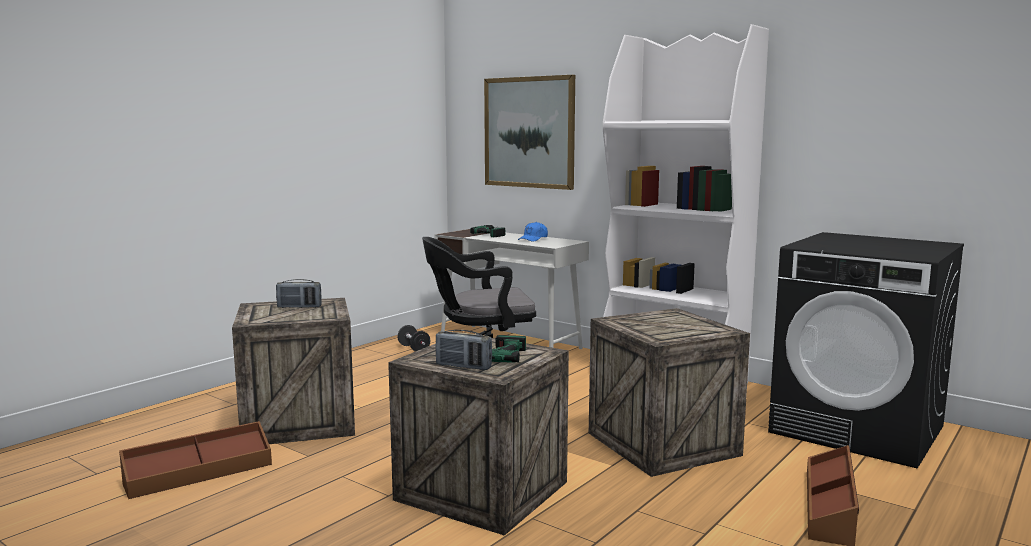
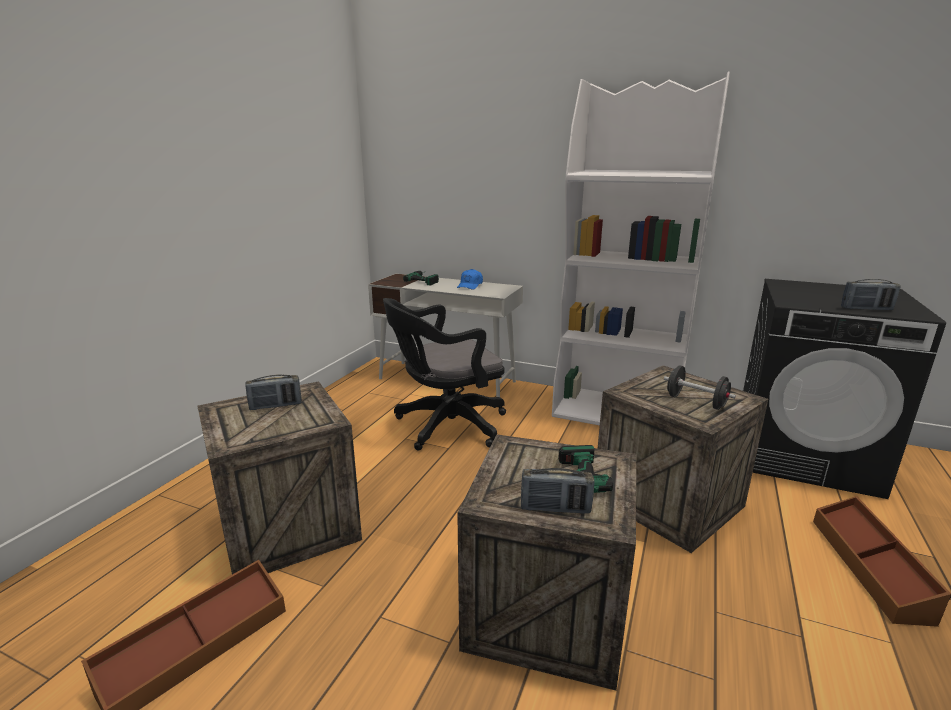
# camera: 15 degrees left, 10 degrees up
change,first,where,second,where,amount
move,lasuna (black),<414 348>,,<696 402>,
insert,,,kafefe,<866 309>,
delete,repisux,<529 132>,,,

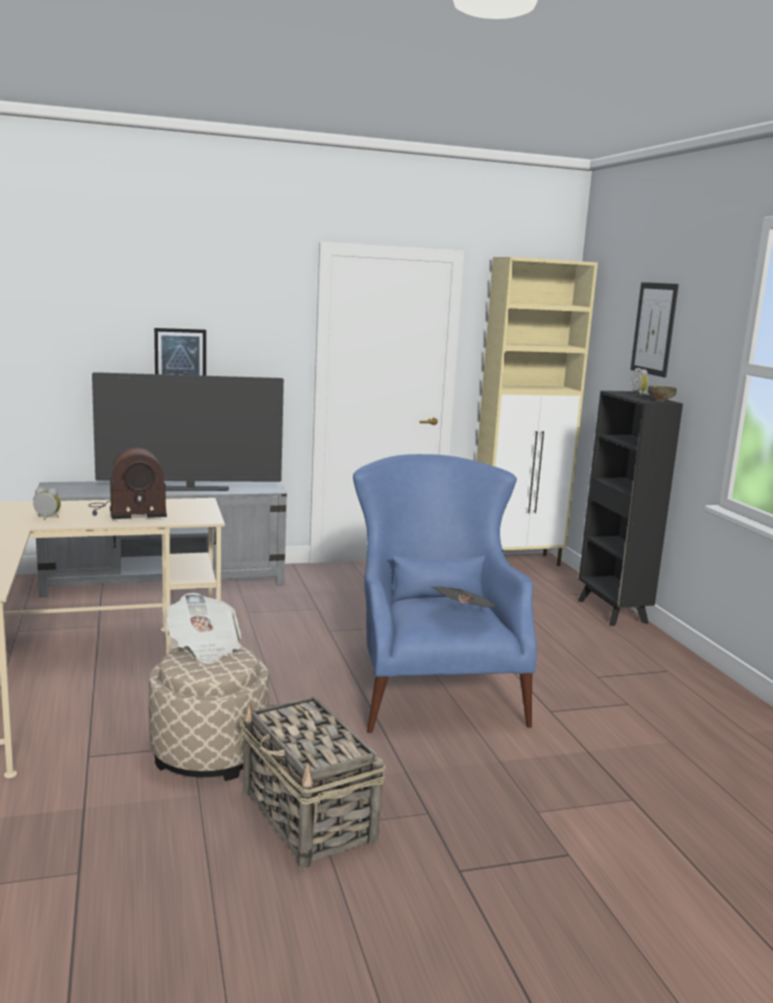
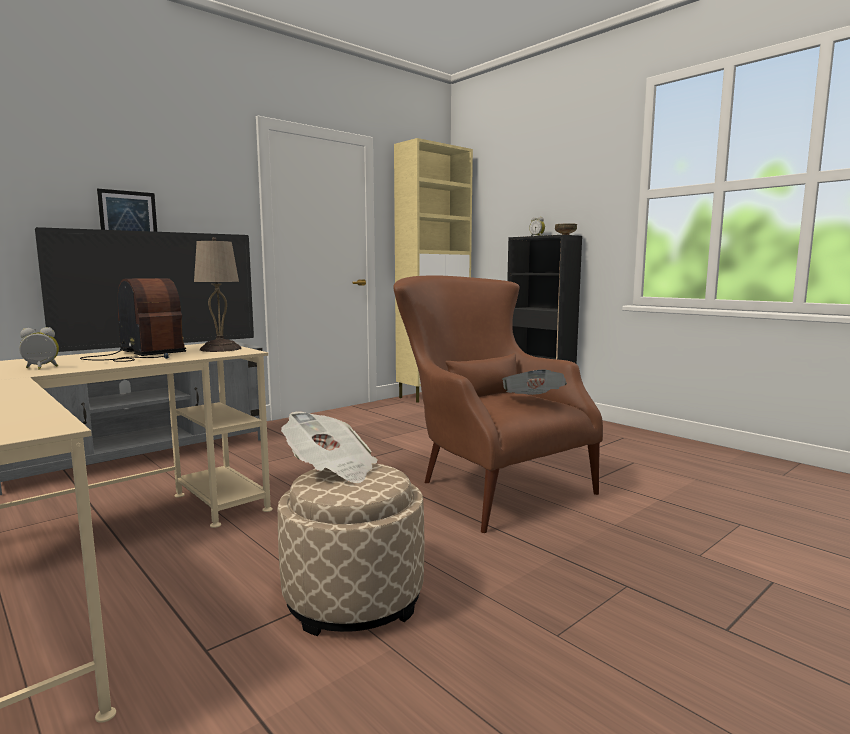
# camera: 25 degrees left, 5 degrees down
change,first,where,second,where,amount
rotate,kafefe,<127 511>,,<140 355>,90 degrees counterclockwise
insert,,,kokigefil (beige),<220 349>,
recolor,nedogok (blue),<431 686>,nedogok (brown),<485 483>,
delete,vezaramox,<308 818>,,,
delete,repisux,<654 329>,,,

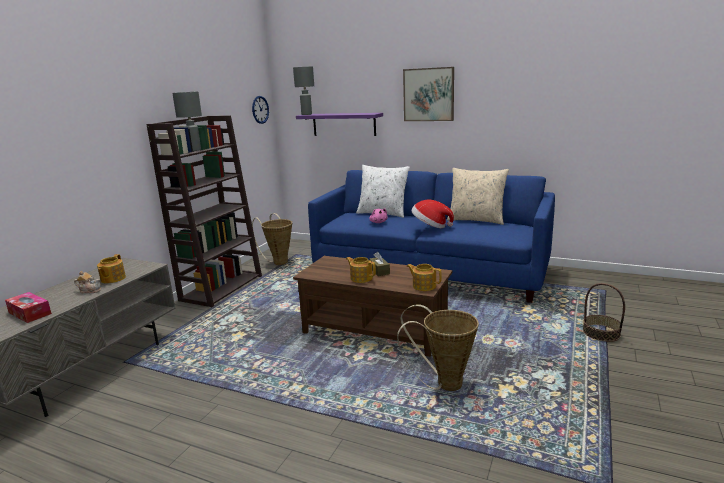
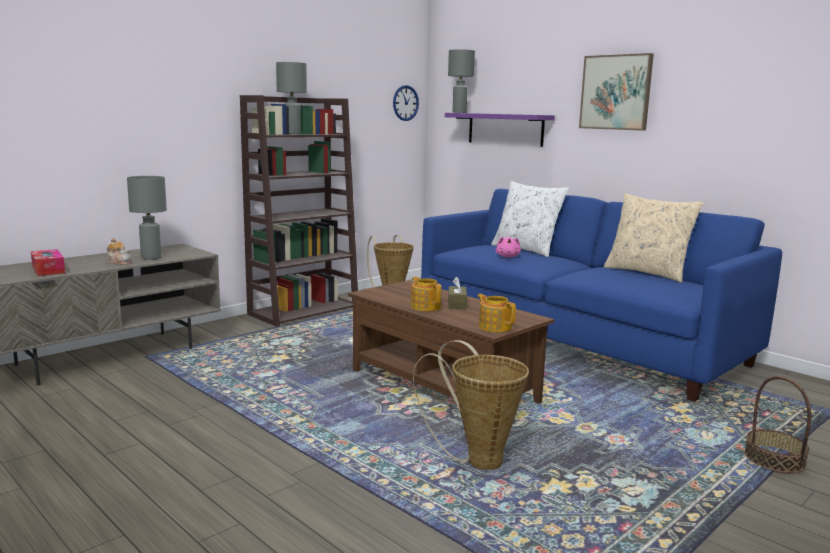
# camera: 20 degrees right, 5 degrees down
change,first,where,second,where,amount
replace,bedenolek,<112 279>,kokigefil (grey),<151 257>,
delete,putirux,<430 226>,,,

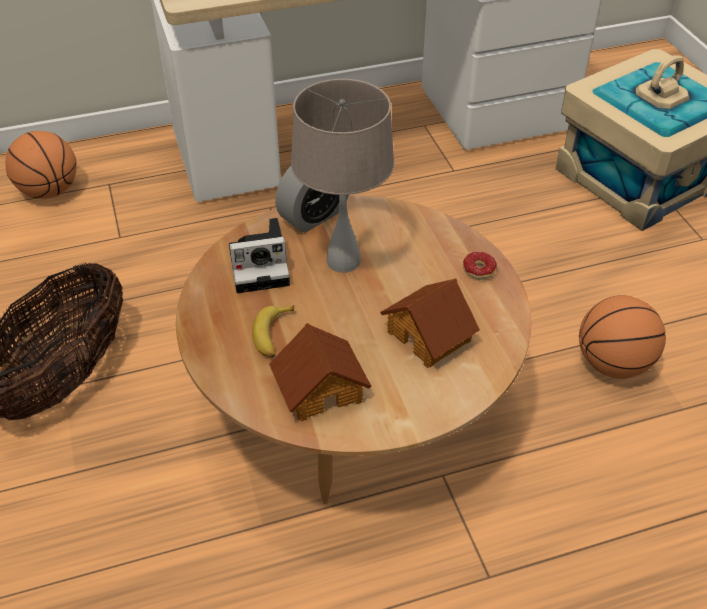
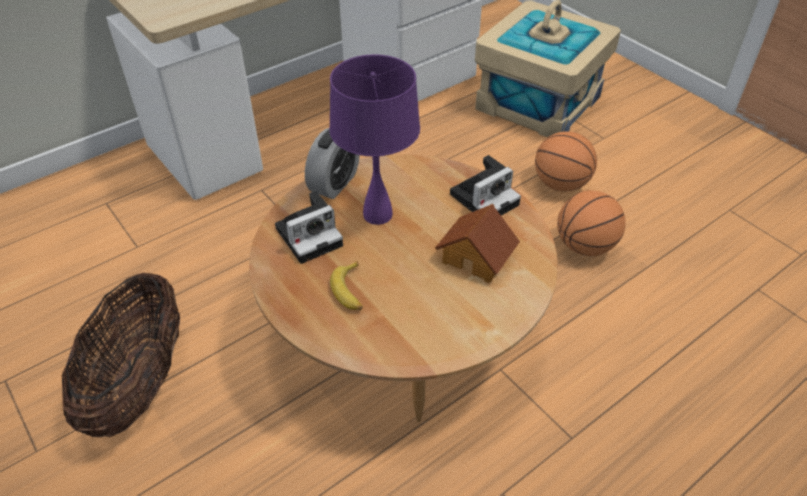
# camera: 20 degrees left, 0 degrees up
change,first,where,second,where,amount
recolor,kokigefil (beige),<343 260>,kokigefil (purple),<377 214>,
replace,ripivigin,<473 272>,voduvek,<485 198>,
move,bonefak,<49 191>,,<560 184>,
delete,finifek,<320 388>,,,

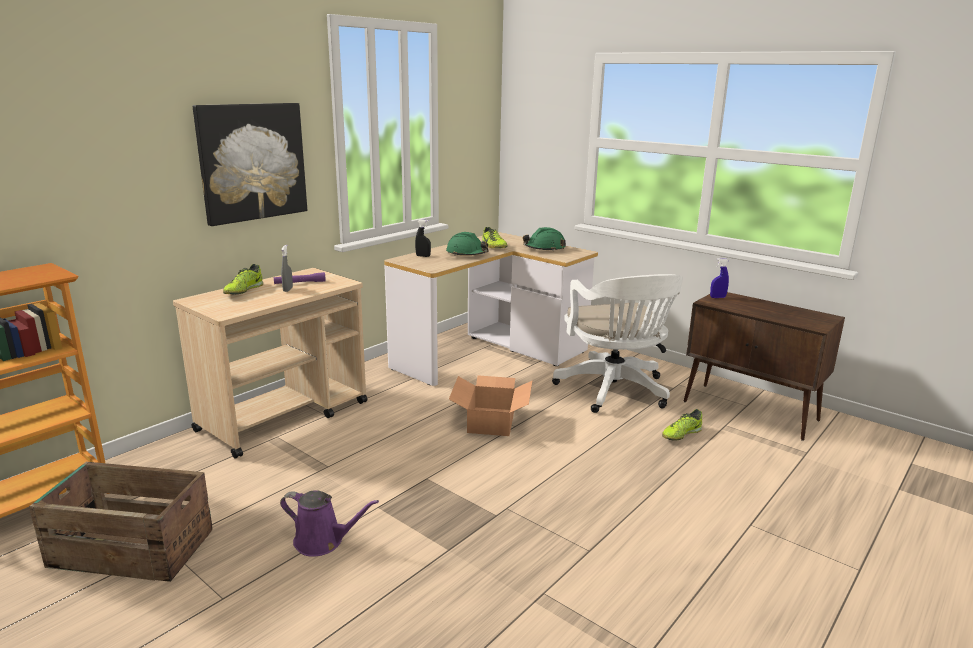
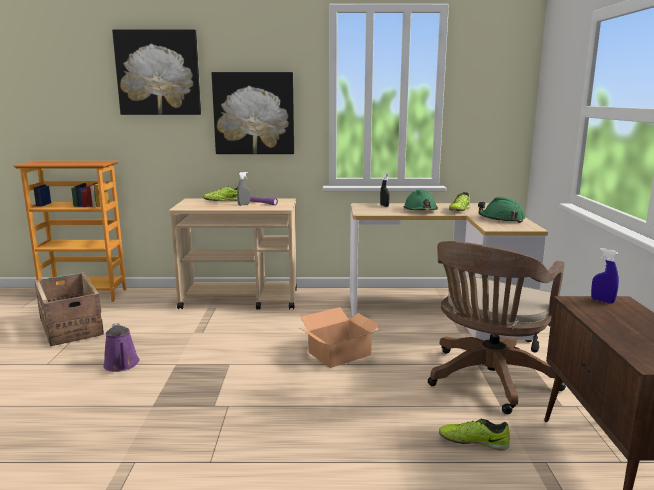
# camera: 50 degrees right, 5 degrees down
change,first,where,second,where,amount
insert,,,repisux,<158 73>,
recolor,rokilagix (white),<615 392>,rokilagix (brown),<488 381>,

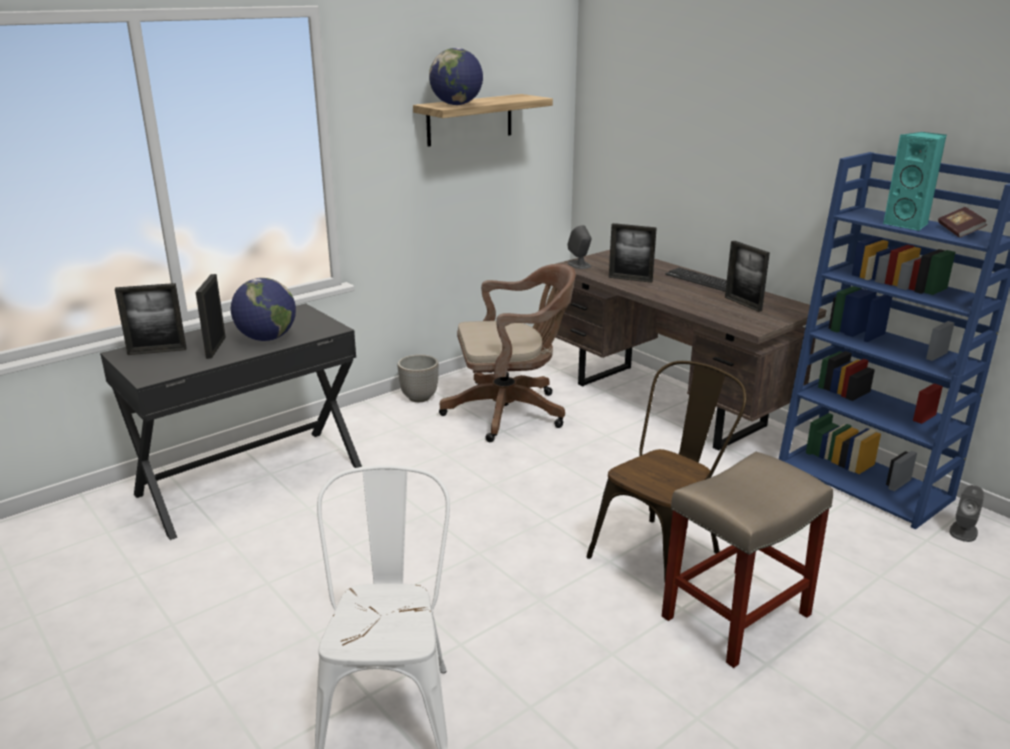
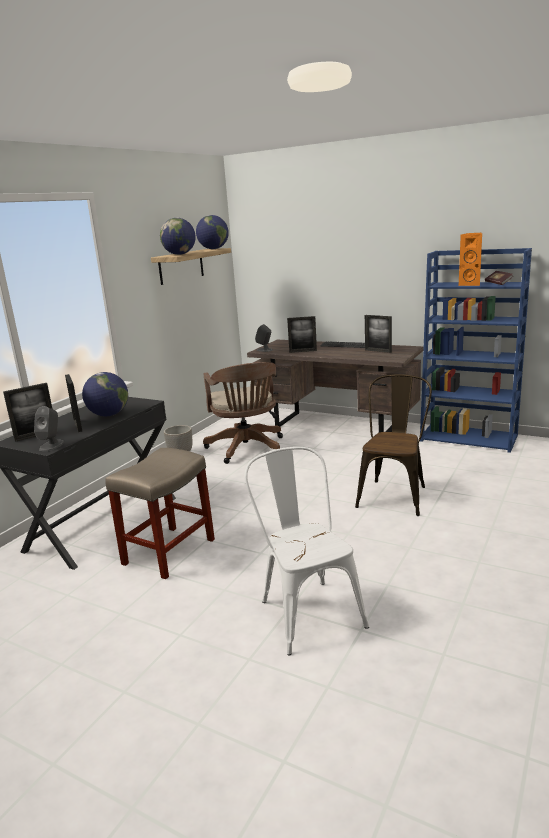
# camera: 20 degrees left, 5 degrees down
change,first,where,second,where,amount
move,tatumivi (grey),<963 531>,,<52 445>,
move,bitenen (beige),<735 617>,,<168 552>,
insert,,,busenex,<213 249>,
rotate,rokilagix (brown),<511 412>,,<247 449>,105 degrees clockwise
recolor,tatumivi (turquoise),<908 224>,tatumivi (orange),<470 284>,

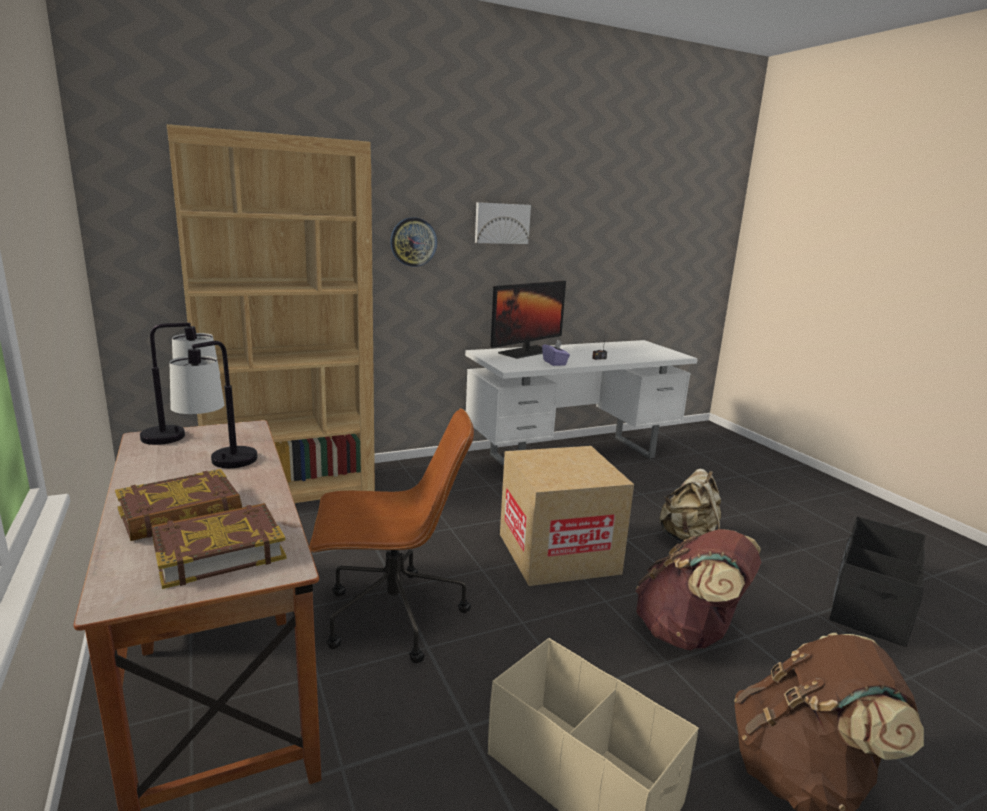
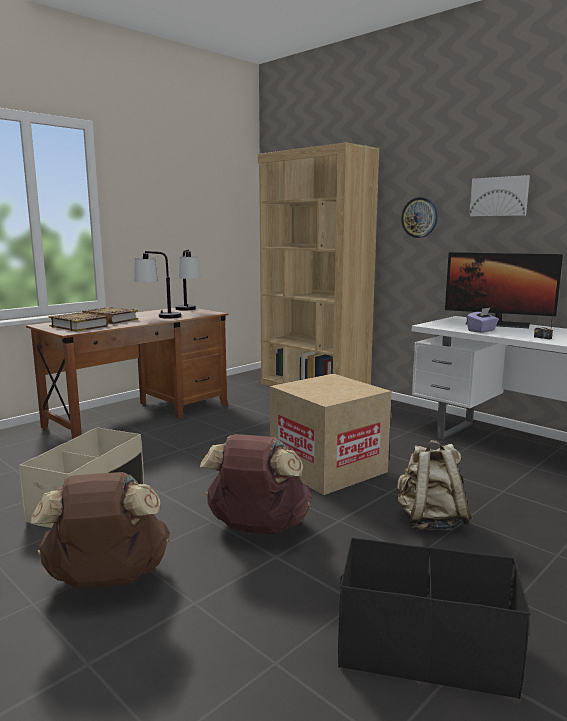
# camera: 70 degrees right, 5 degrees down
change,first,where,second,where,amount
delete,rokilagix (brown),<391 617>,,,

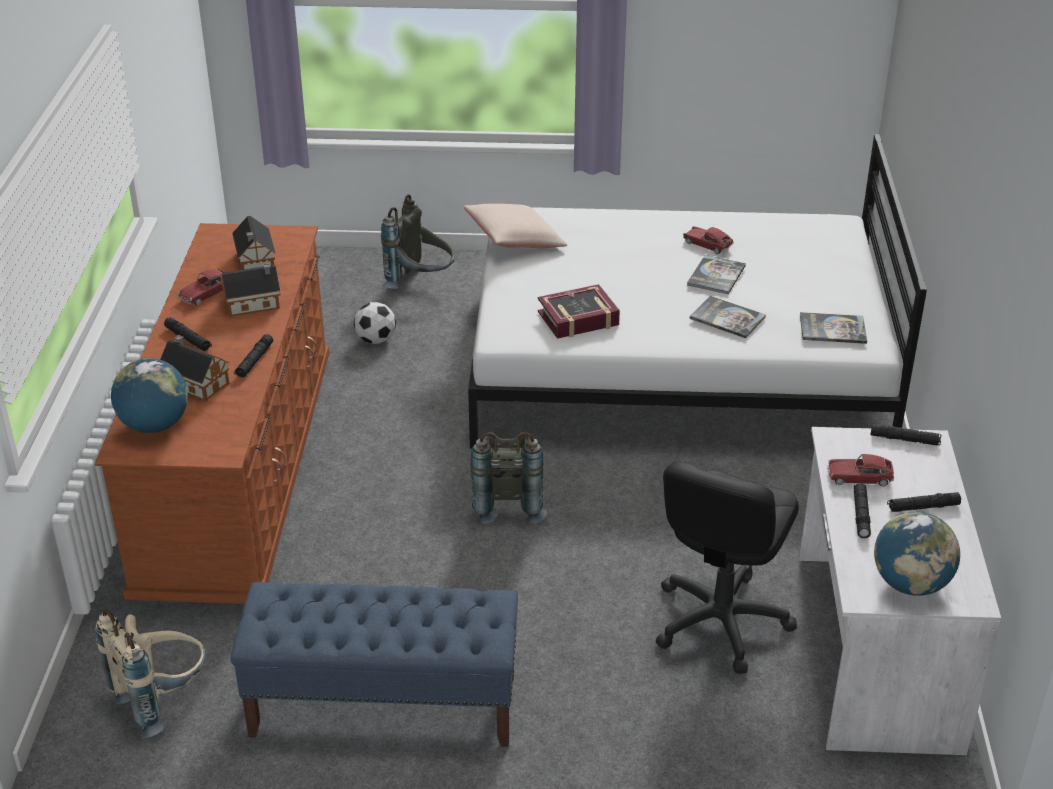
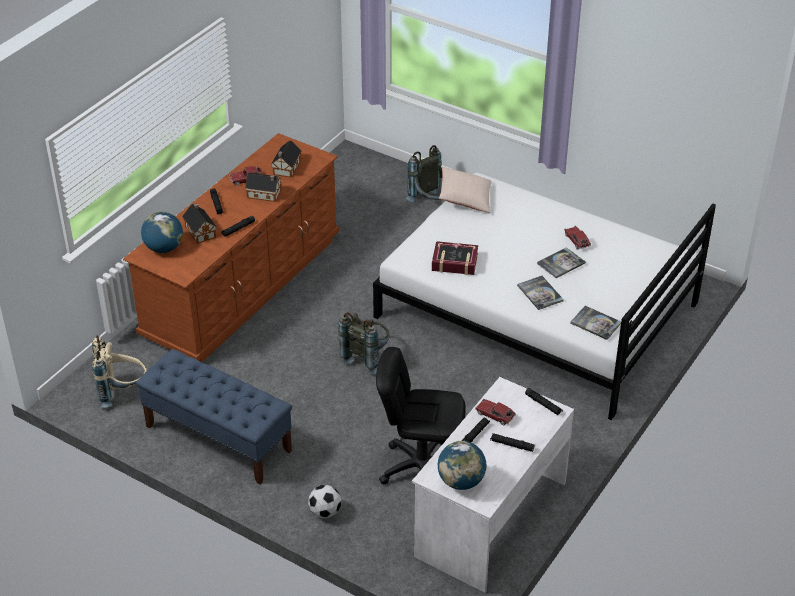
# camera: 30 degrees right, 5 degrees up
change,first,where,second,where,amount
move,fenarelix,<376 340>,,<325 512>,
rotate,rokilagix (black),<720 621>,,<421 468>,45 degrees clockwise

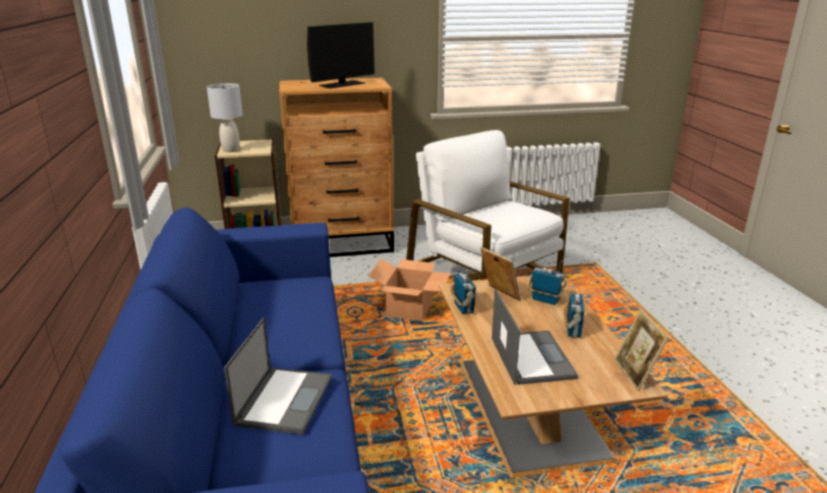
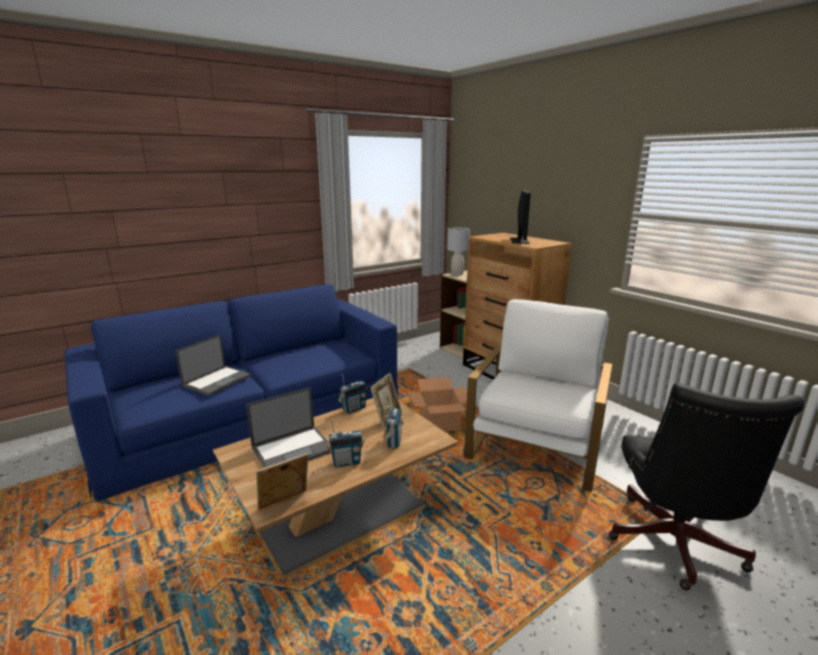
# camera: 65 degrees right, 5 degrees down
change,first,where,second,where,amount
rotate,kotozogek,<284 399>,,<217 380>,45 degrees counterclockwise
rotate,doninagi,<342 84>,,<519 240>,105 degrees counterclockwise
insert,,,rokilagix (black),<673 547>,

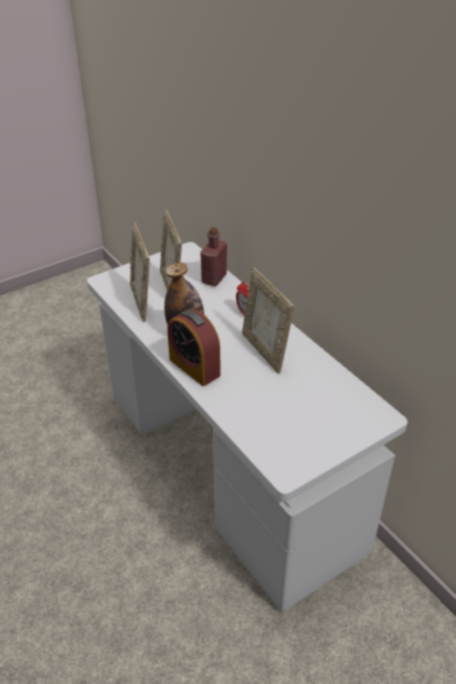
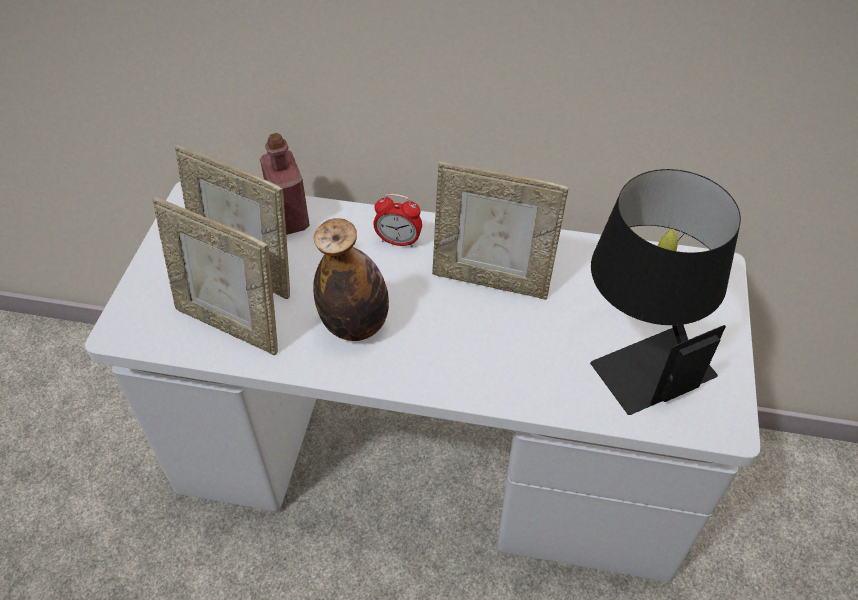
# camera: 45 degrees left, 10 degrees up
change,first,where,second,where,amount
insert,,,kokigefil (black),<638 351>,
delete,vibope,<194 367>,,,

